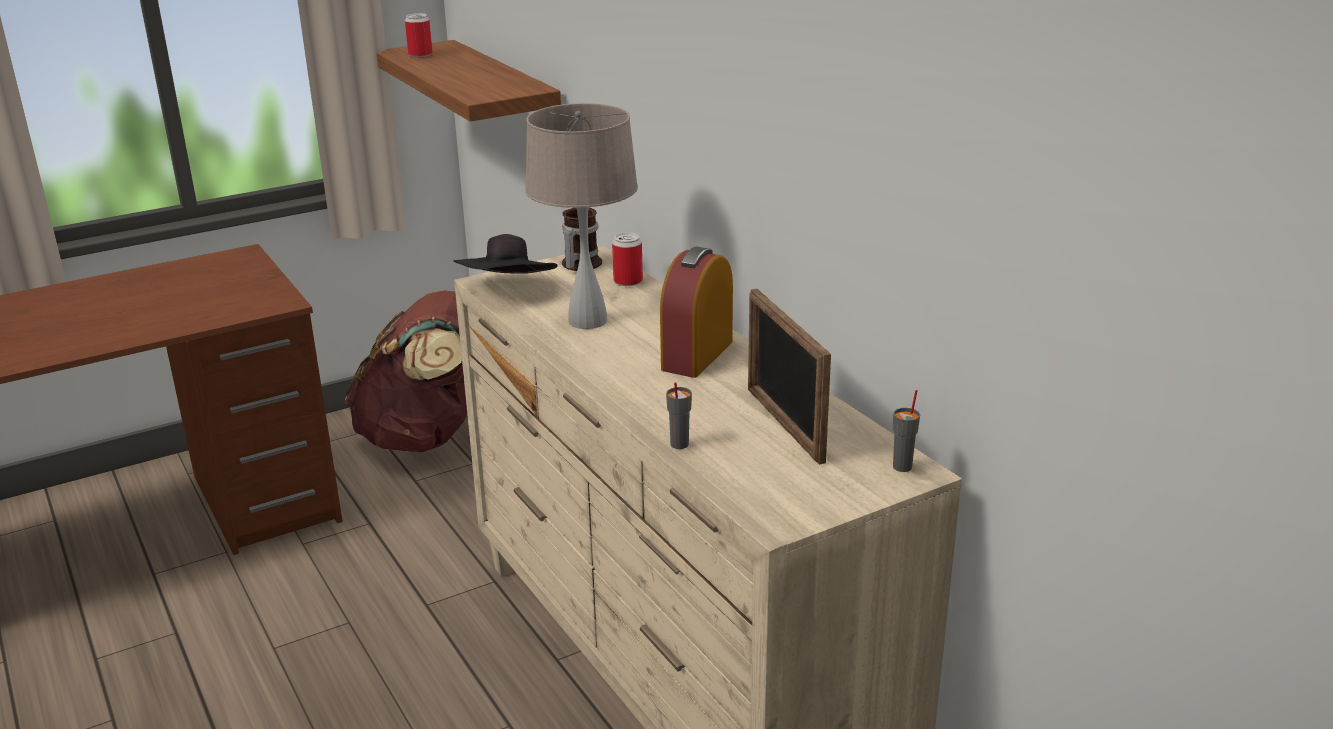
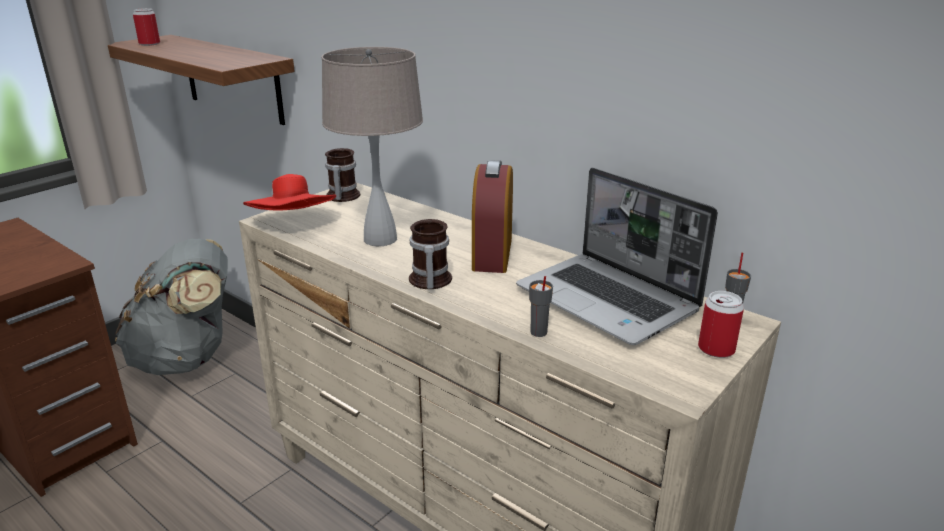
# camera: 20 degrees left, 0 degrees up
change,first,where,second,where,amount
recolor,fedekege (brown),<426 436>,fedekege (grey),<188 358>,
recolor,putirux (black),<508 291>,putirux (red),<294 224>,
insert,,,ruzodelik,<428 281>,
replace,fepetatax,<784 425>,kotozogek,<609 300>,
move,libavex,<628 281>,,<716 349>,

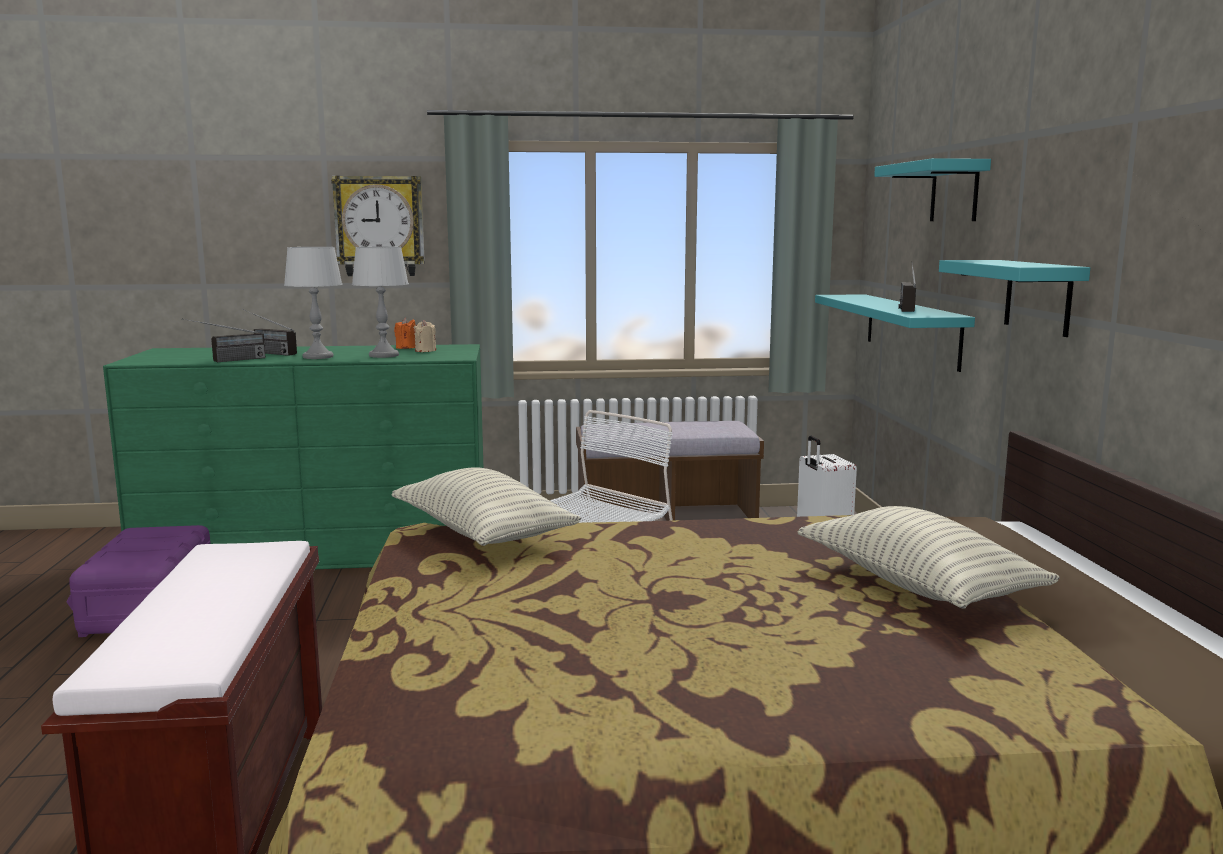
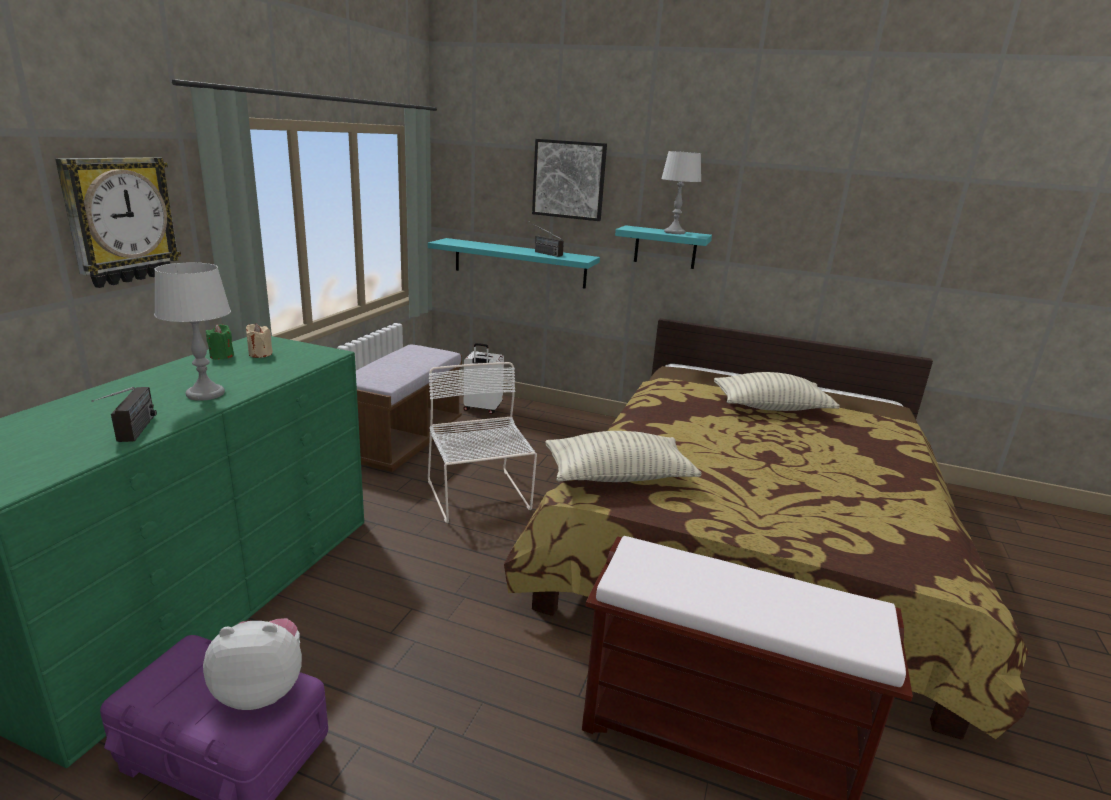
# camera: 65 degrees left, 10 degrees up
change,first,where,second,where,amount
insert,,,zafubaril,<262 690>,
recolor,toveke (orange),<406 348>,toveke (green),<222 356>,
replace,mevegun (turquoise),<954 192>,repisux,<569 179>,
move,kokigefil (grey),<384 355>,,<674 232>,
delete,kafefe,<266 352>,,,

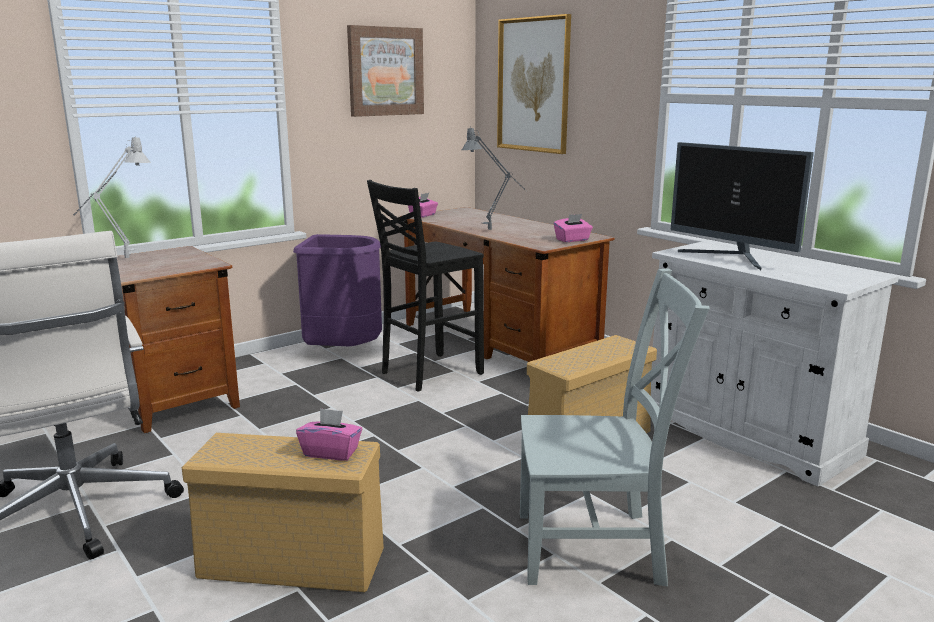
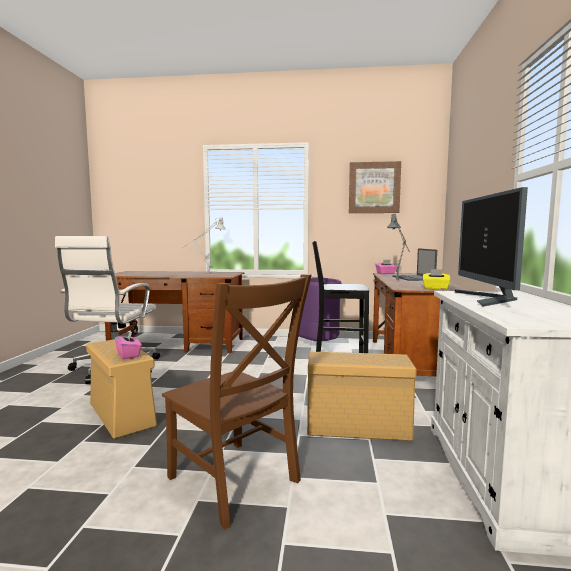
# camera: 45 degrees right, 10 degrees down
change,first,where,second,where,amount
recolor,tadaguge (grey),<596 548>,tadaguge (brown),<236 482>,
insert,,,kotozogek,<413 278>,
recolor,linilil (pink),<572 240>,linilil (yellow),<435 288>,
delete,repisux,<533 85>,,,

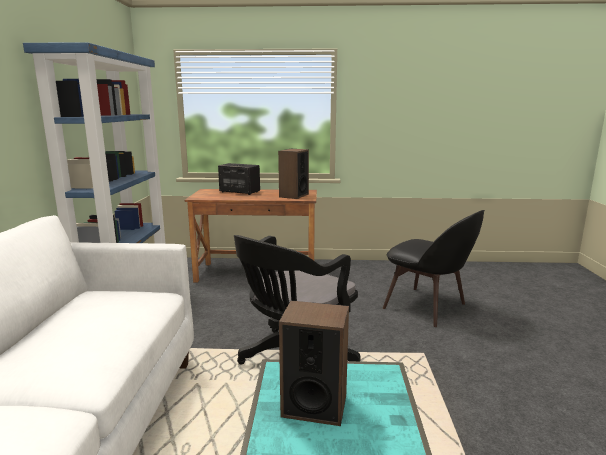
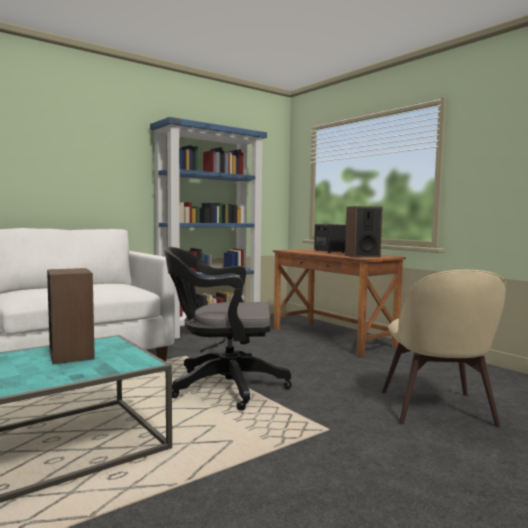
# camera: 50 degrees right, 10 degrees down
change,first,where,second,where,amount
recolor,tadaguge (black),<428 307>,tadaguge (beige),<437 410>,

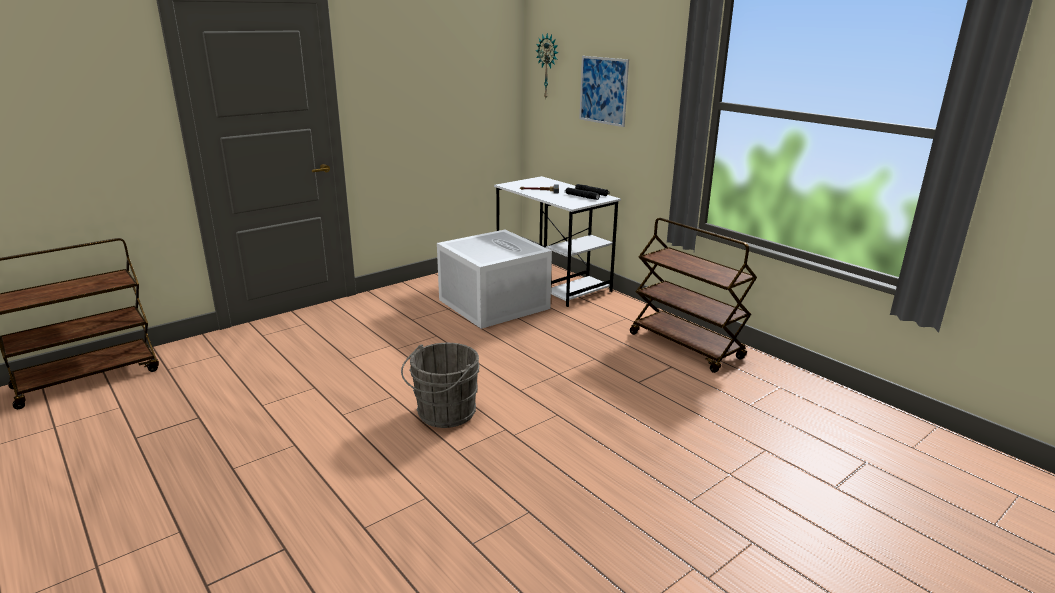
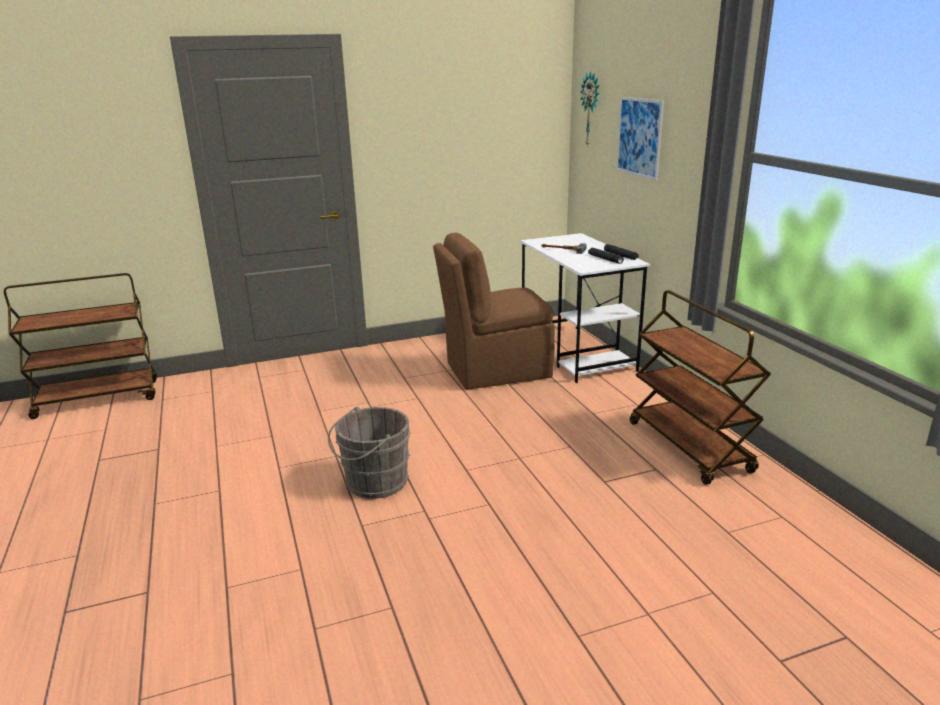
# camera: 20 degrees right, 0 degrees up
change,first,where,second,where,amount
replace,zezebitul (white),<492 304>,tadaguge (brown),<495 370>,

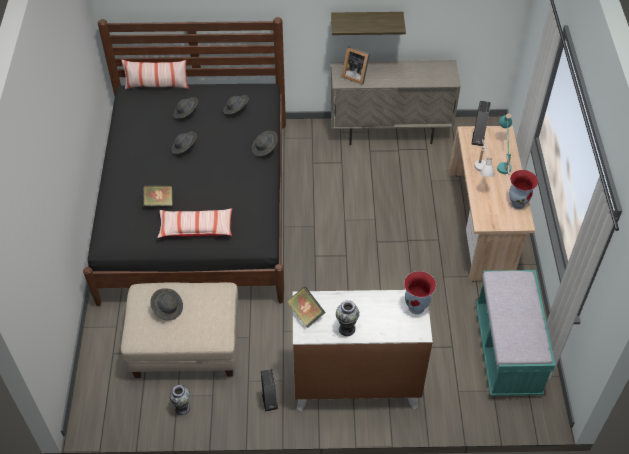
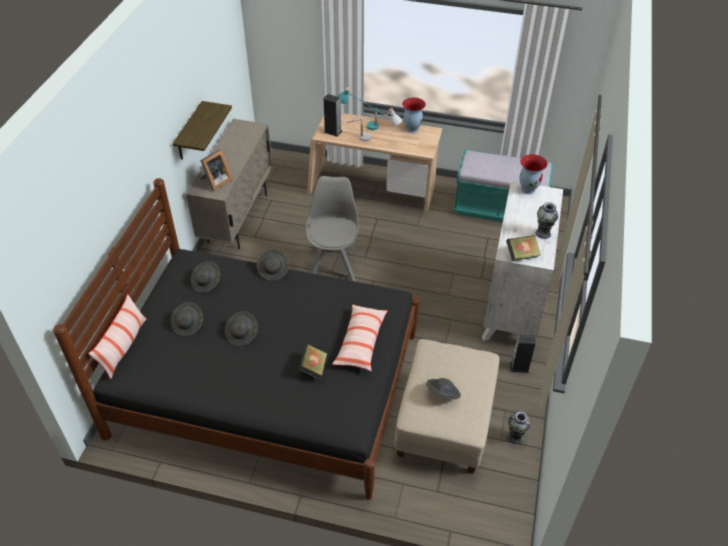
# camera: 75 degrees left, 5 degrees down
change,first,where,second,where,amount
insert,,,tadaguge (grey),<334 262>,

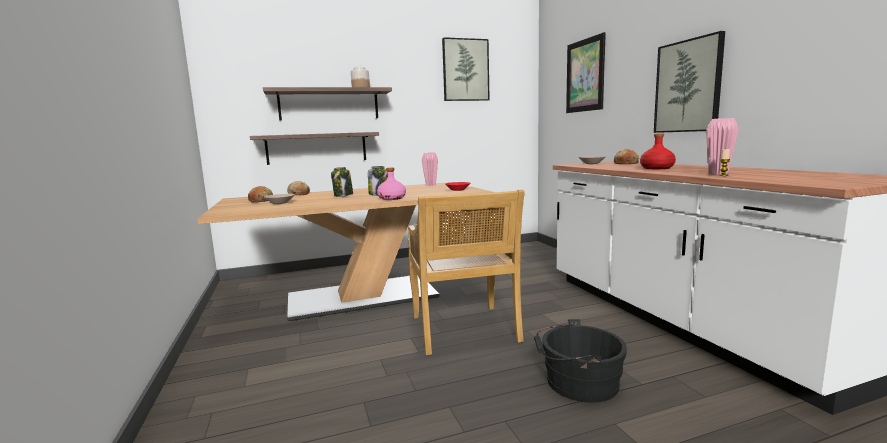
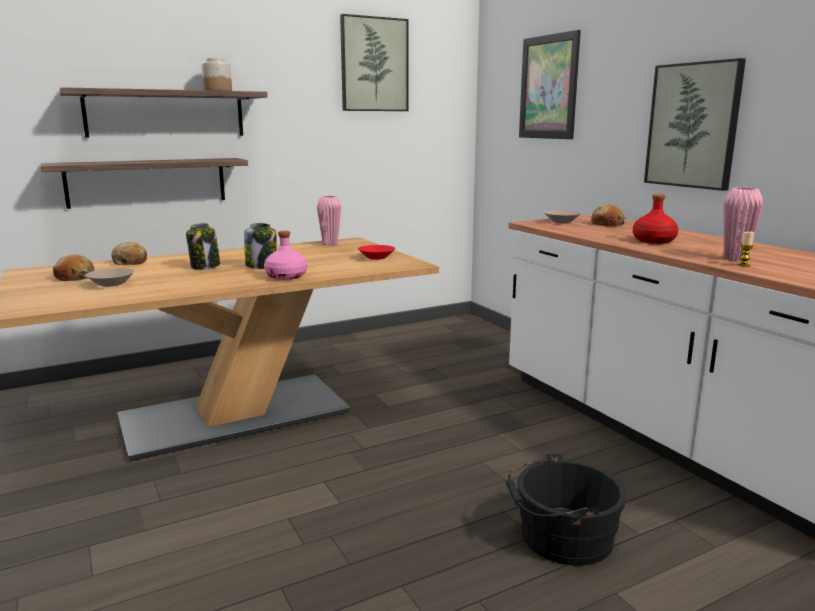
# camera: 10 degrees left, 5 degrees up
change,first,where,second,where,amount
delete,tadaguge (beige),<464 330>,,,

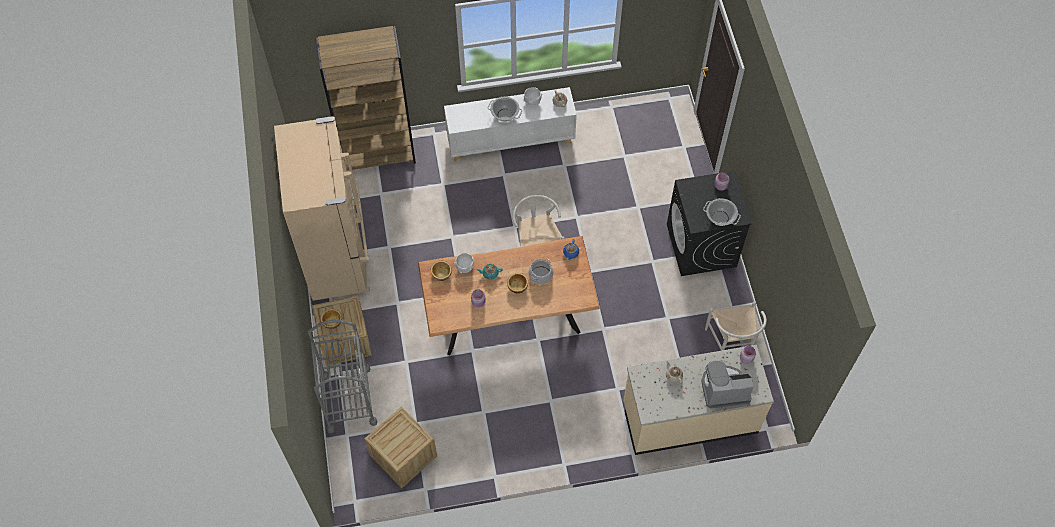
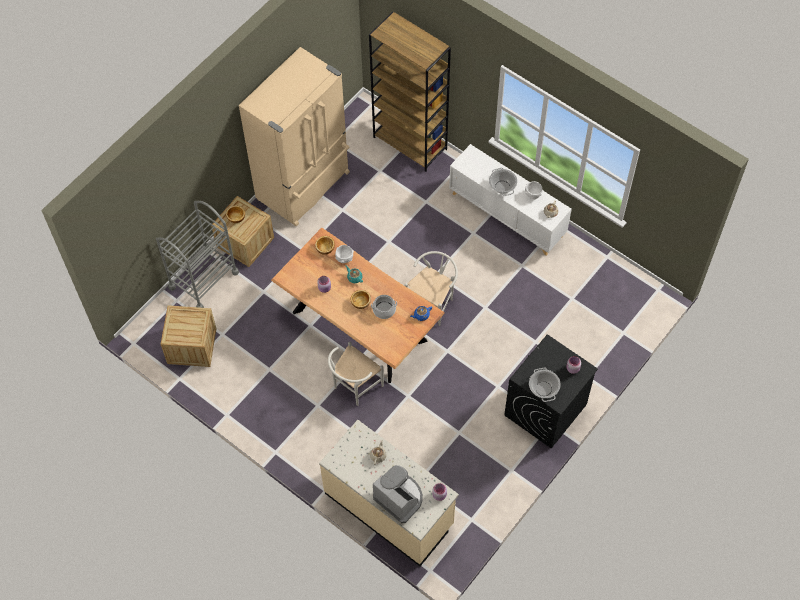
# camera: 50 degrees right, 0 degrees up
change,first,where,second,where,amount
move,tadaguge (white),<731 344>,,<354 387>,

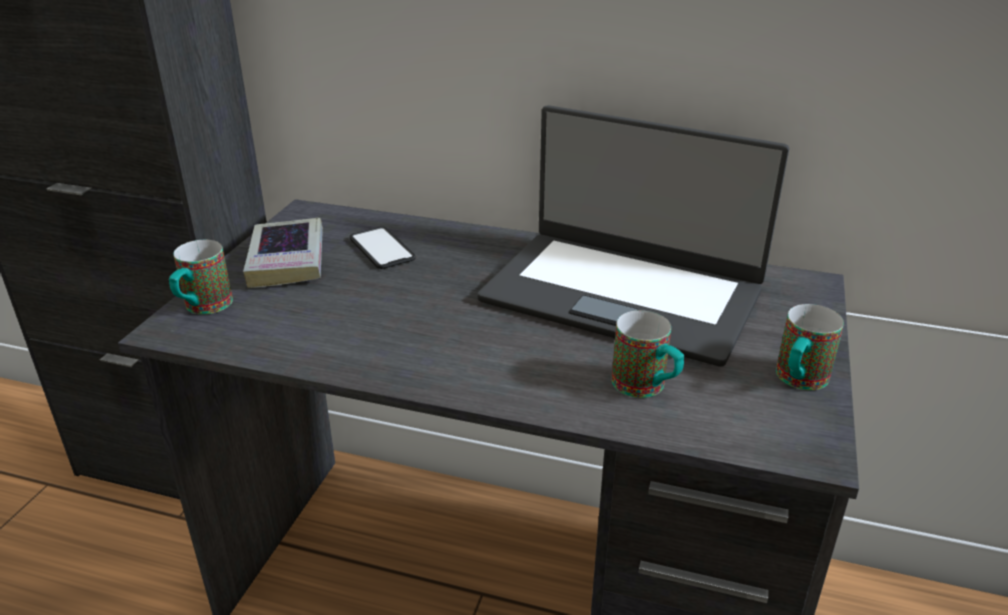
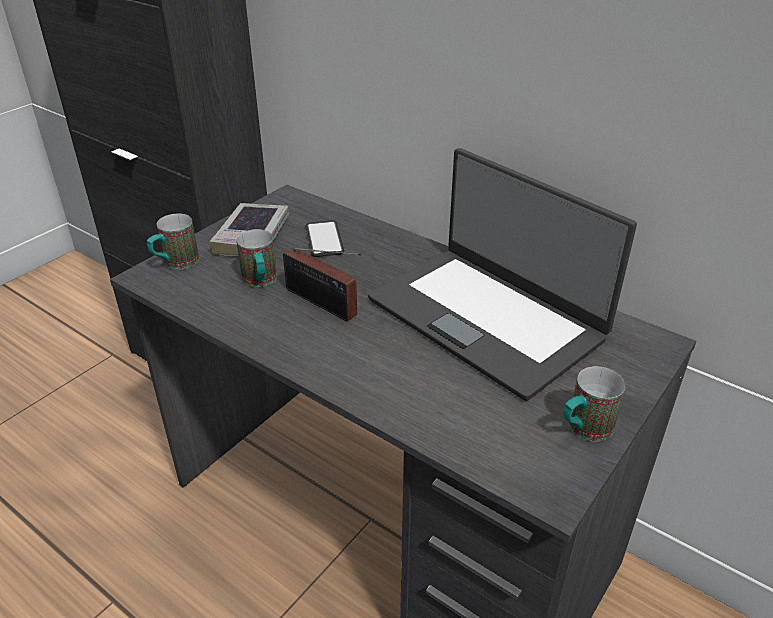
# camera: 20 degrees right, 5 degrees up
change,first,where,second,where,amount
move,ruzodelik,<646 388>,,<260 282>,
insert,,,kafefe,<324 304>,

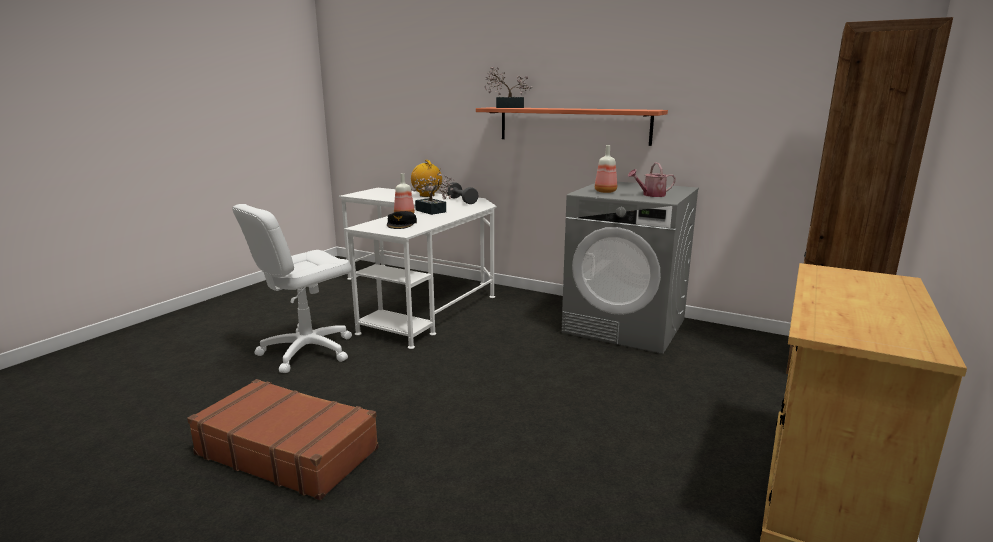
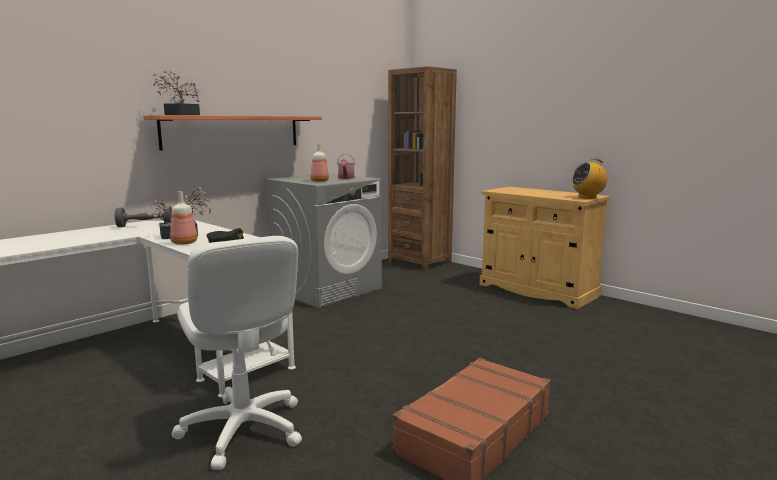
# camera: 75 degrees left, 5 degrees down
change,first,where,second,where,amount
move,kafefe,<427 195>,,<588 197>,

